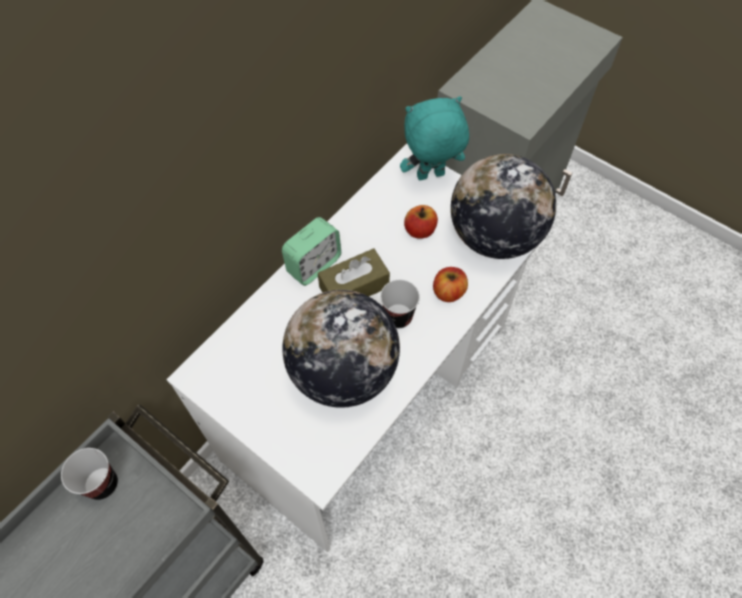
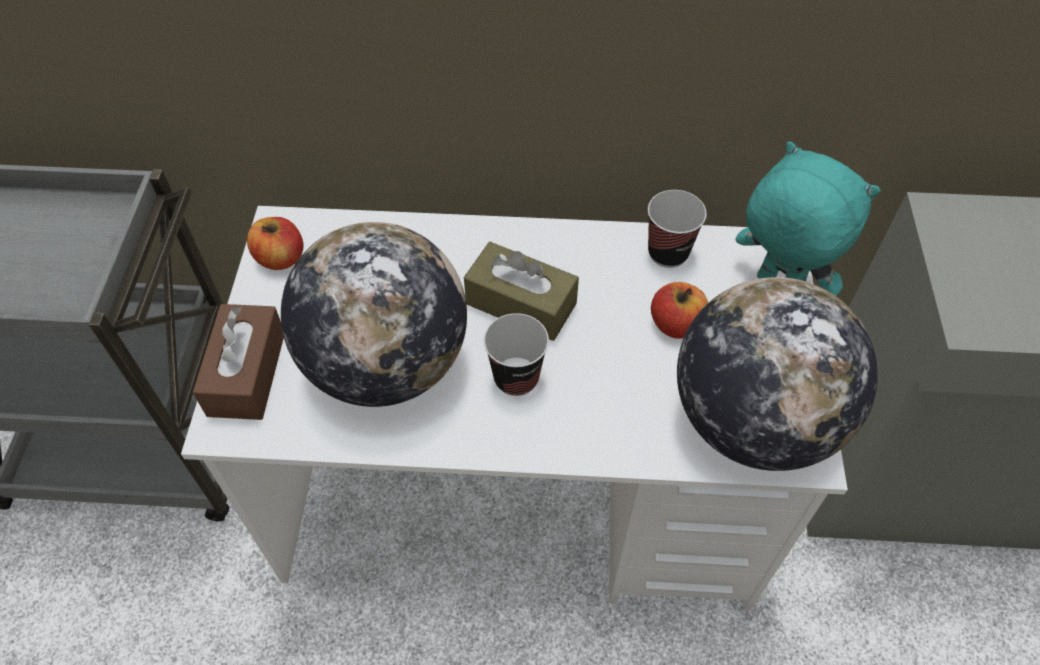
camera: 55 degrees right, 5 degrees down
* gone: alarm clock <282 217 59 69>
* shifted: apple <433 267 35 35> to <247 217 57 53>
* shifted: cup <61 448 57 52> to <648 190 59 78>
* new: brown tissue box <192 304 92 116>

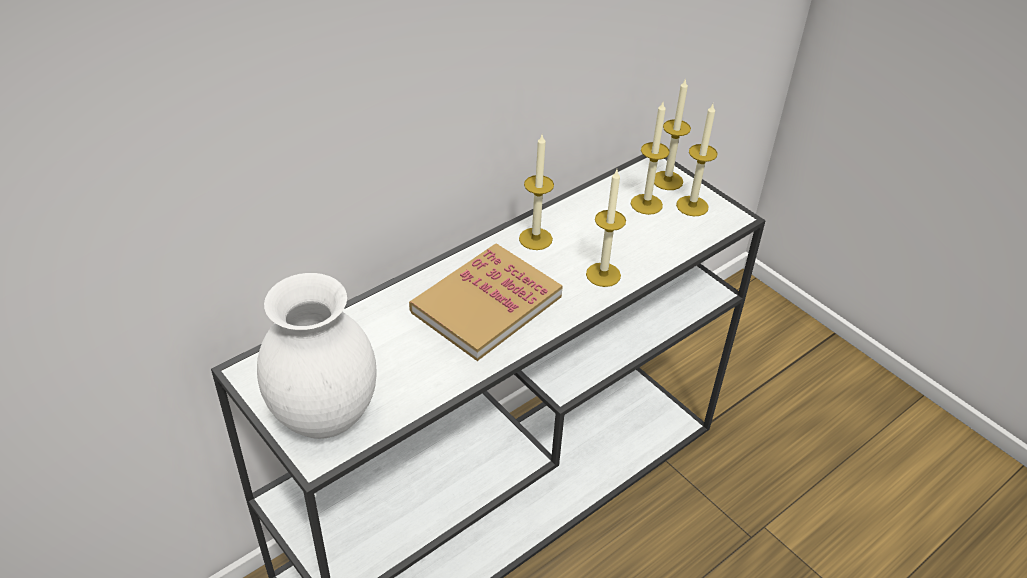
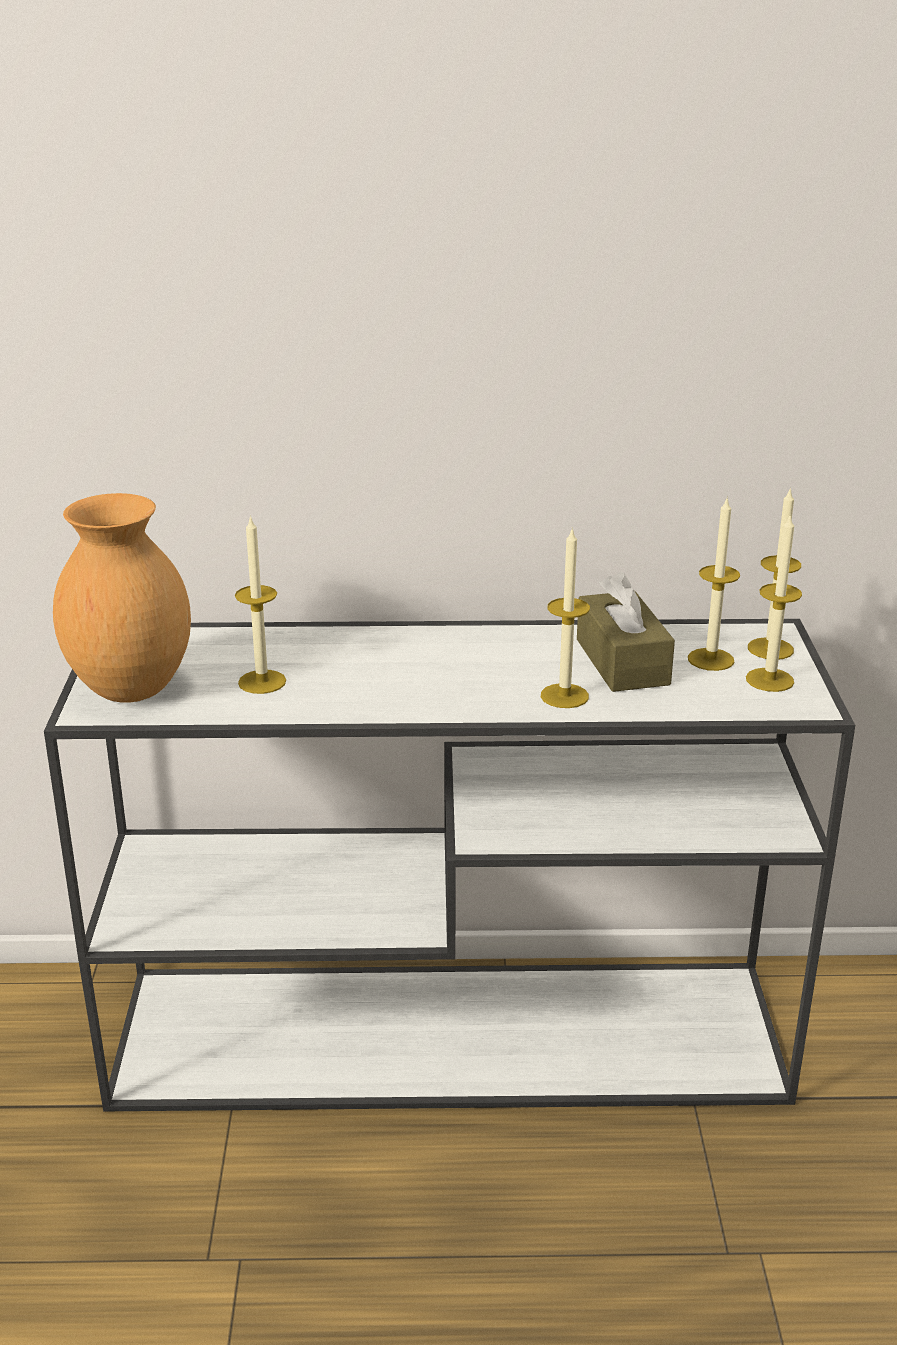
camera: 40 degrees right, 15 degrees down
* shifted: candle <519 135 35 115> to <235 515 51 179>
* gone: book <409 243 154 118>
* repainted: white vase <257 273 120 166> to brown vase <53 493 138 210>
* new: brown tissue box <577 572 98 120>

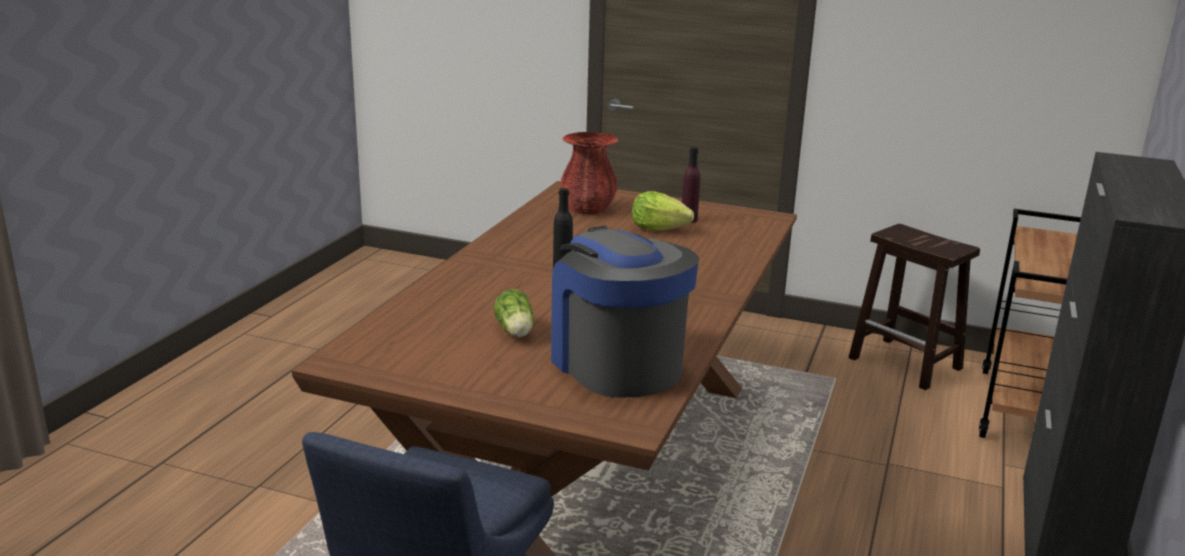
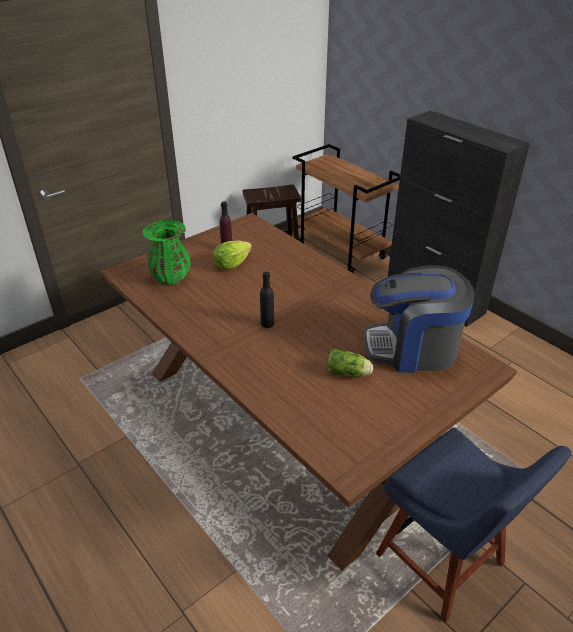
camera: 60 degrees left, 15 degrees up
* repainted: red vase <560 132 58 82> to green vase <143 220 47 65>

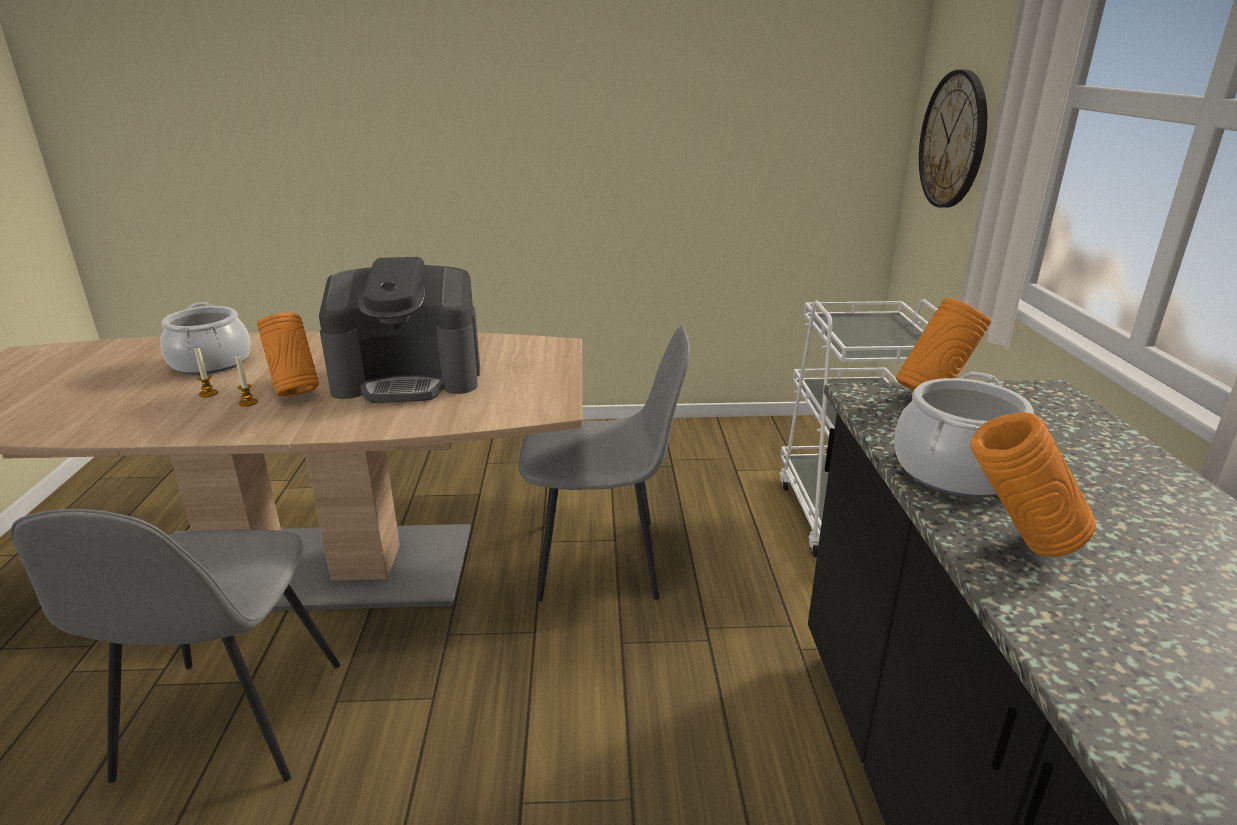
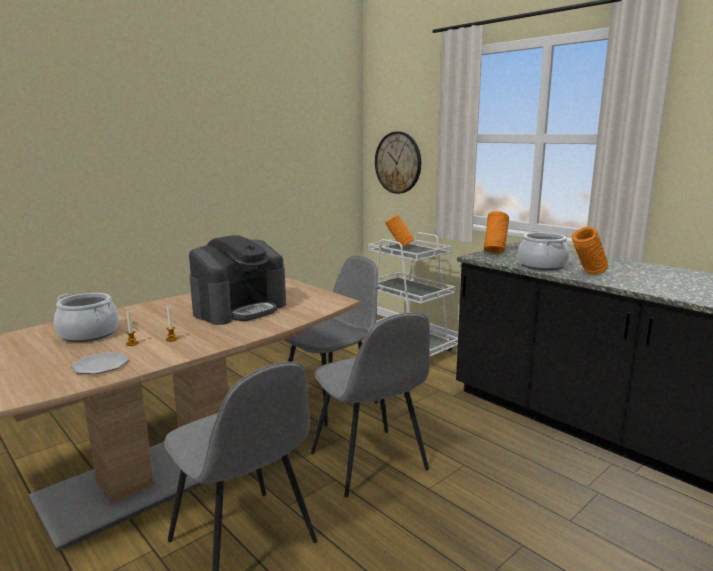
camera: 40 degrees left, 10 degrees down
* shifted: orange vase <257 312 62 84> to <385 215 29 32>
* new: grey chair <311 312 119 185>
* new: plate <71 352 58 22>

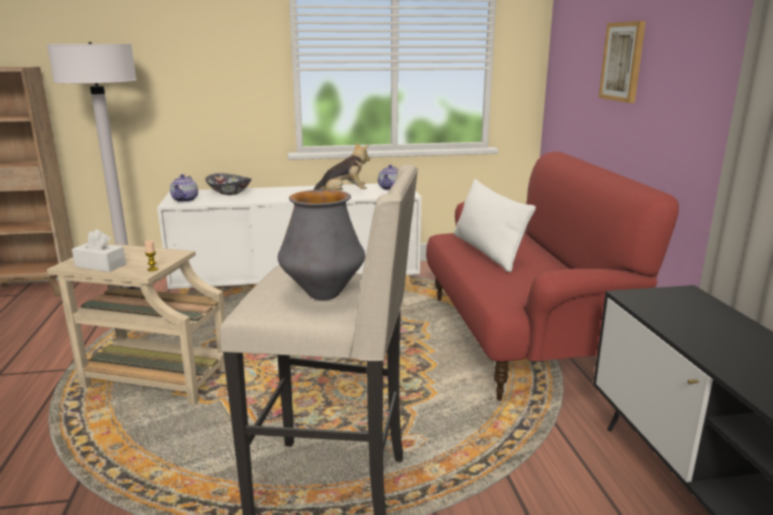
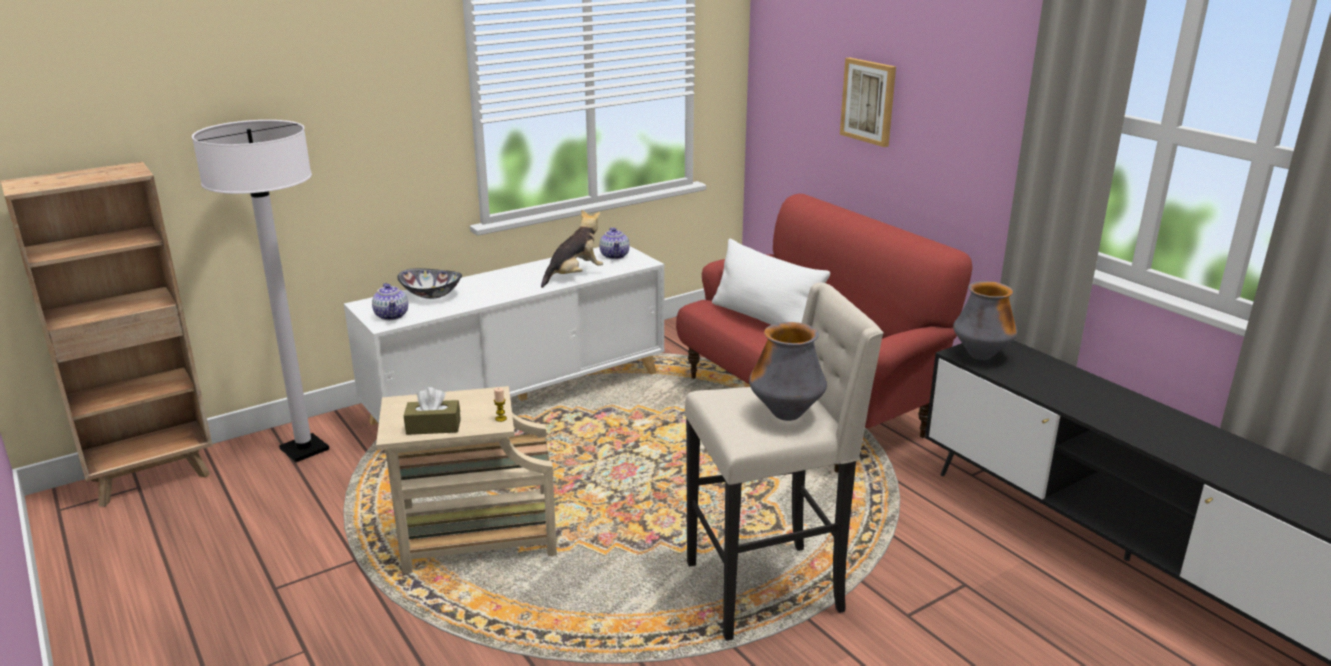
camera: 25 degrees left, 5 degrees up
* repainted: white tissue box <72 229 54 43> to brown tissue box <404 387 57 48>
* new: vase <953 281 65 79>

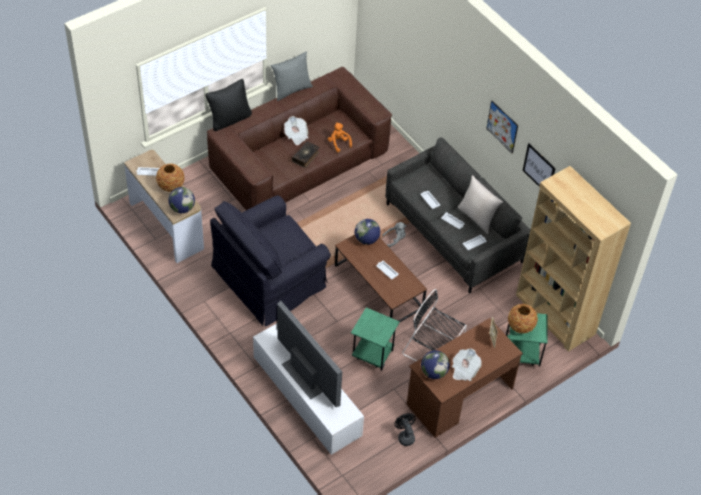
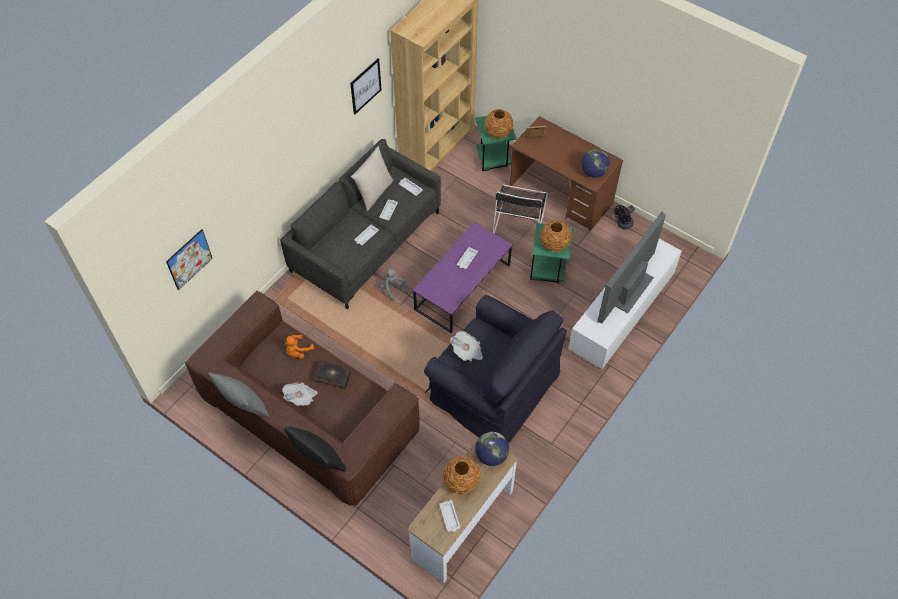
camera: 105 degrees left, 5 degrees up
* shifted: picture <486 101 32 53> to <166 229 47 61>
* gone: globe <355 219 25 26>
* repainted: brown coffee table <335 235 92 87> to purple coffee table <413 222 100 111>
* shifted: newspaper <452 348 30 33> to <451 331 32 30>
* new: vase <540 220 31 32>

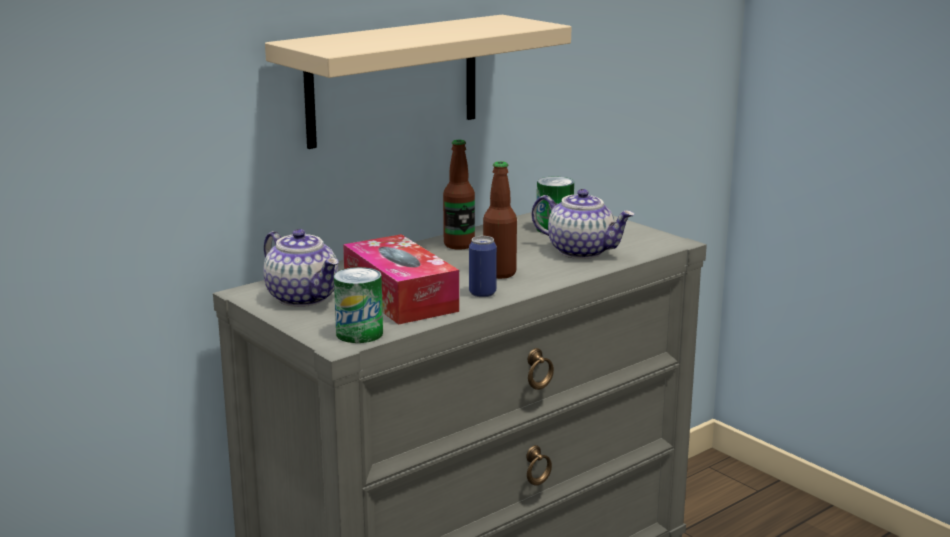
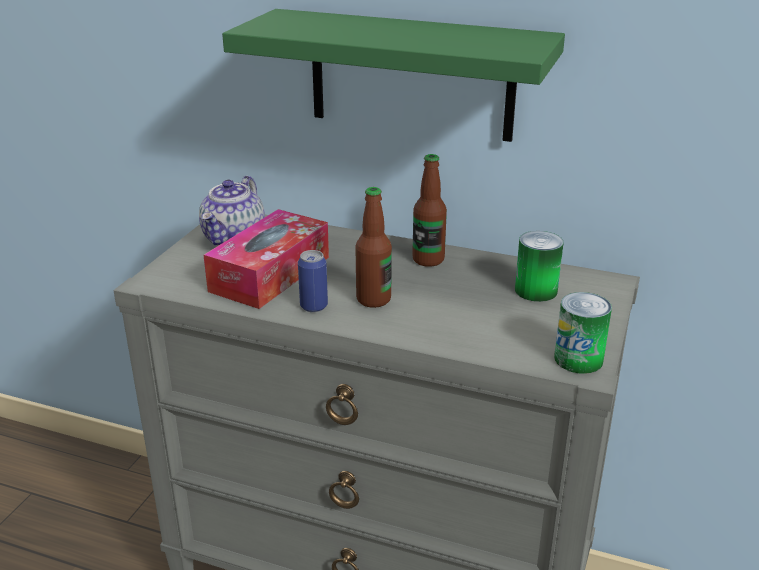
camera: 60 degrees right, 10 degrees up
* repainted: beige shelf <265 15 306 134> to green shelf <222 9 343 133>
* gone: teapot <531 189 104 70>
* shifted: can <334 267 49 76> to <554 292 58 82>

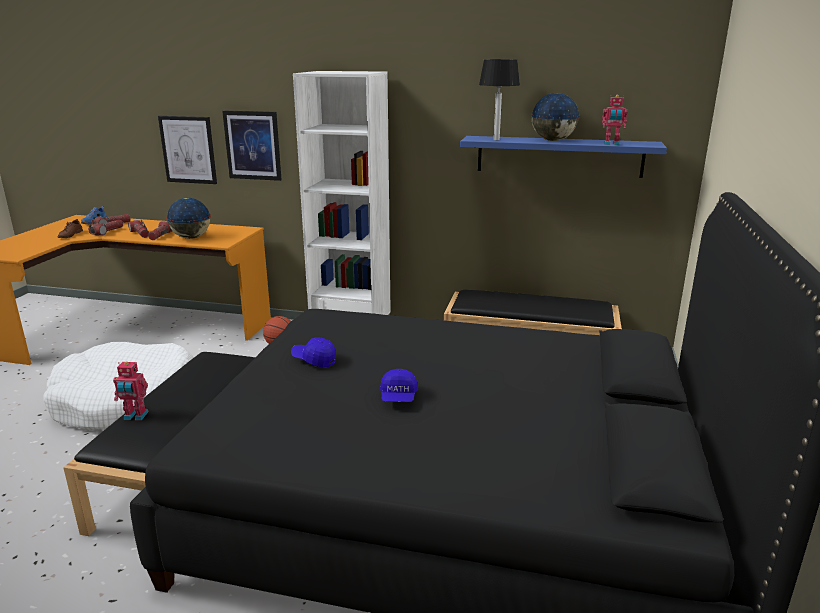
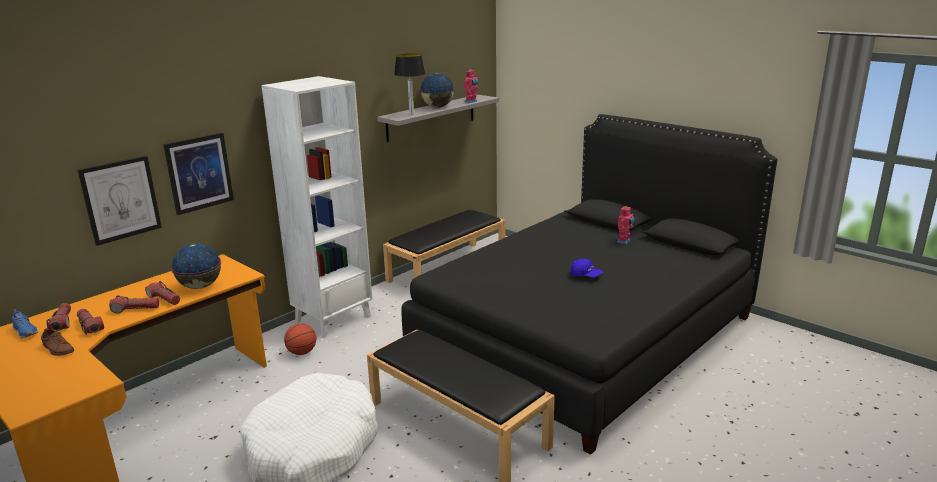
camera: 60 degrees left, 0 degrees up
* repainted: blue shelf <460 136 207 42> to grey shelf <377 95 122 47>
* gone: blue cap <291 337 45 30>
* shifted: toy robot <113 361 36 59> to <617 205 17 39>

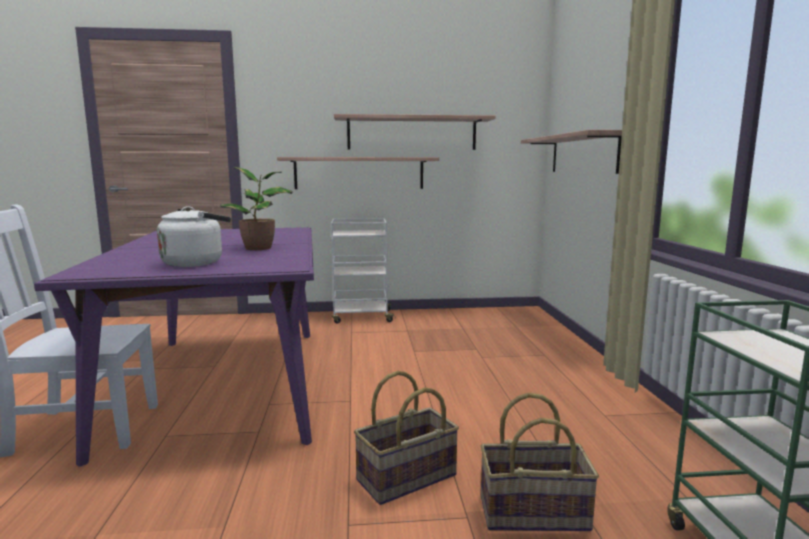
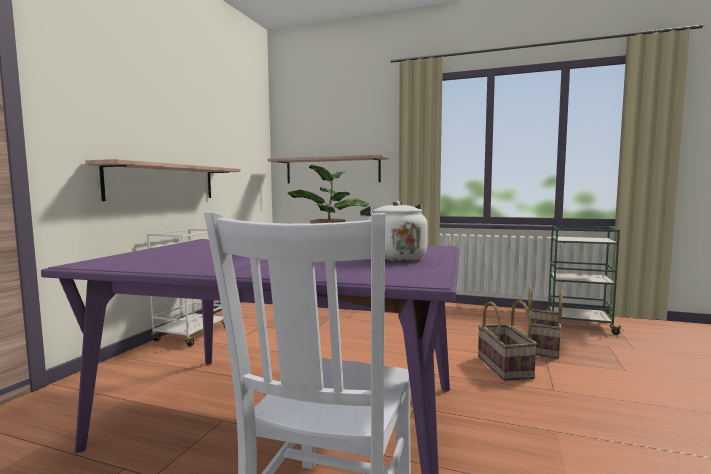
camera: 65 degrees left, 5 degrees down
* gone: shelf <334 114 162 36>

